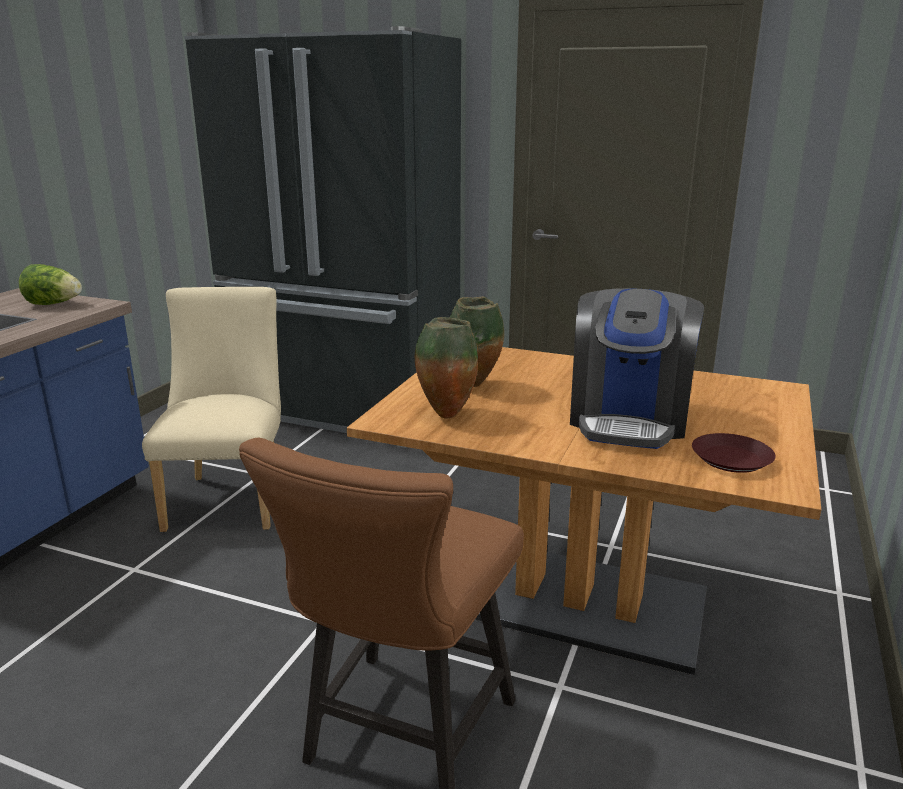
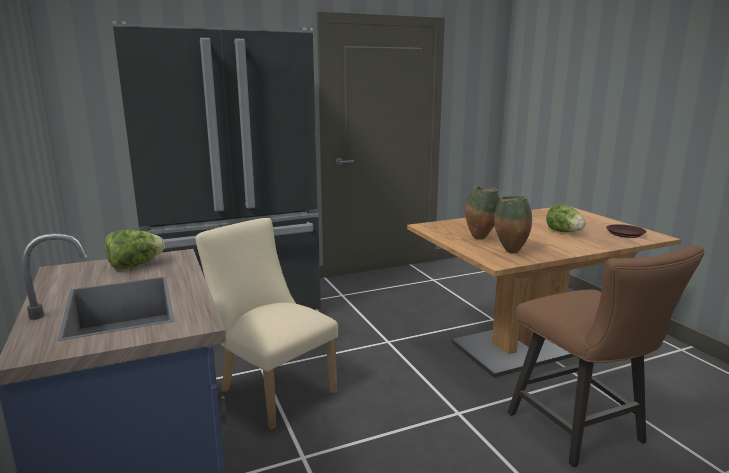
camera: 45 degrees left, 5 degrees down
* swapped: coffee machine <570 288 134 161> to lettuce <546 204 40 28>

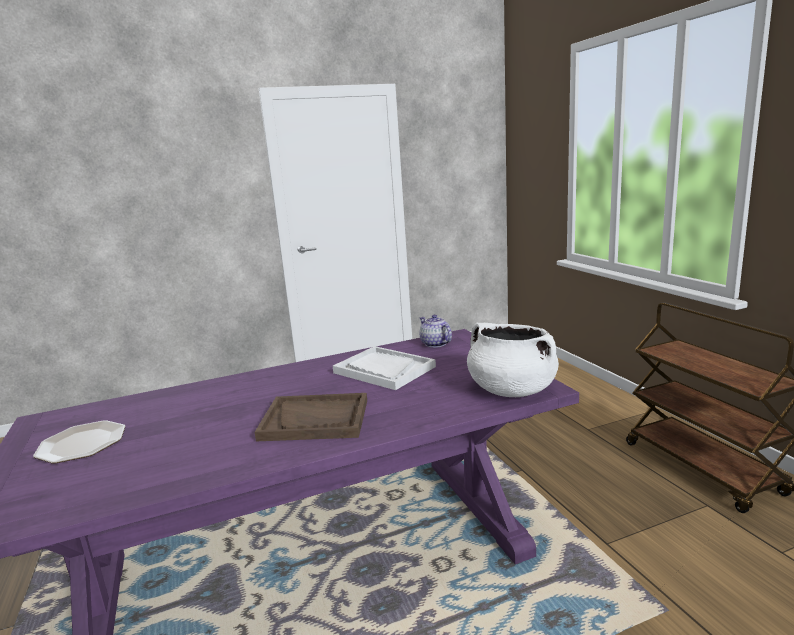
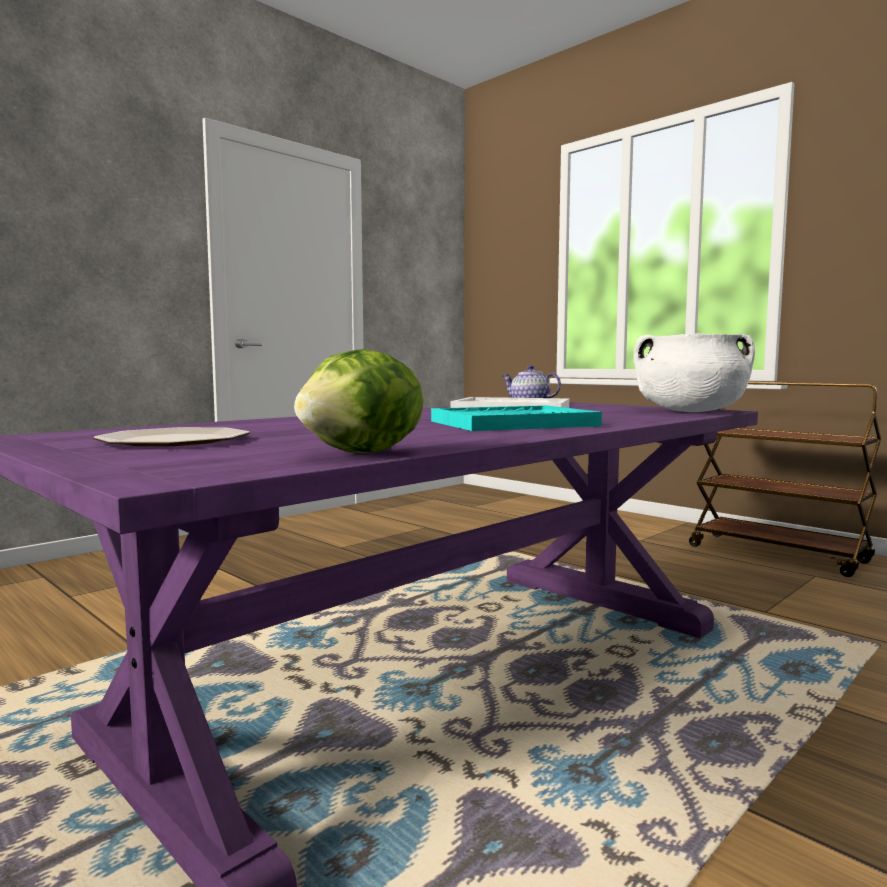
camera: 25 degrees left, 10 degrees down
* repainted: brown tray <255 393 112 48> to turquoise tray <431 405 171 26>
* new: lettuce <294 349 129 104>

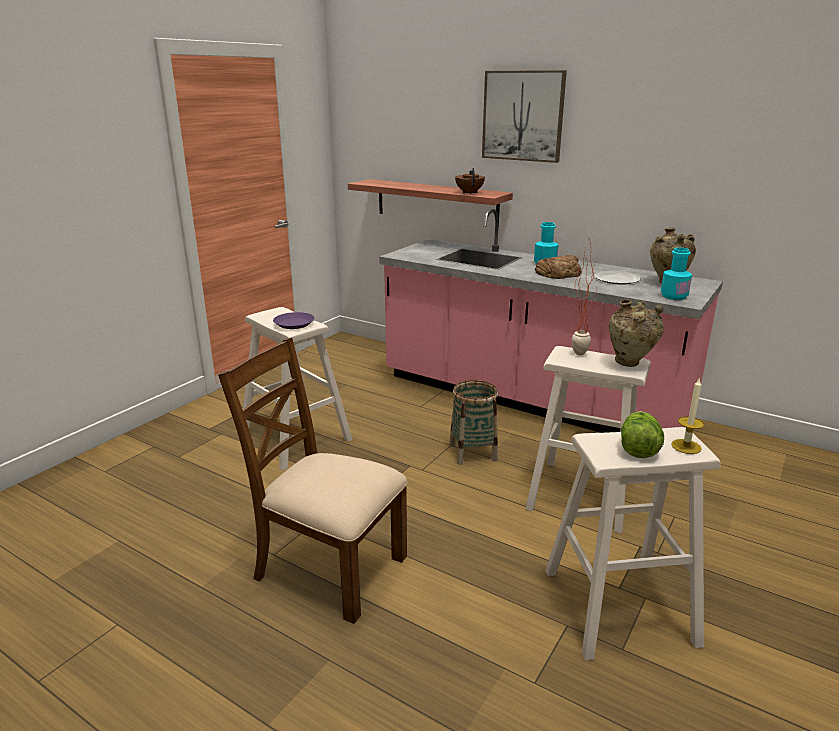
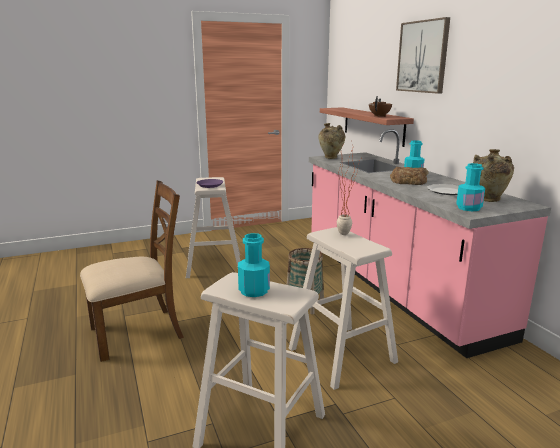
camera: 35 degrees right, 5 degrees down
* shifted: beige vase <609 300 55 67> to <318 123 27 36>
* rotated: brown chair <218 337 190 287> = <80 180 104 182> 90 degrees clockwise
* gone: candle <671 377 33 77>
* swapped: lettuce <621 411 43 47> to turquoise bottle <238 233 32 64>

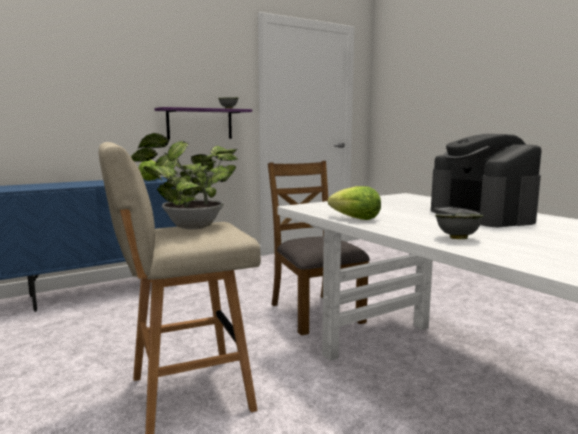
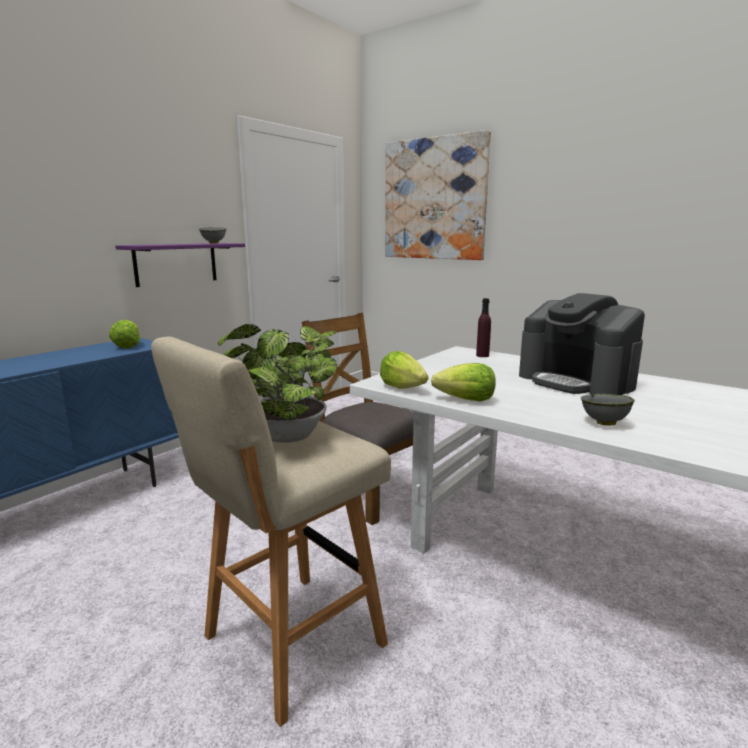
camera: 20 degrees left, 5 degrees up
* new: picture <385 130 106 130>
* new: purple bottle <476 298 15 59>
* new: lettuce <380 351 48 38>

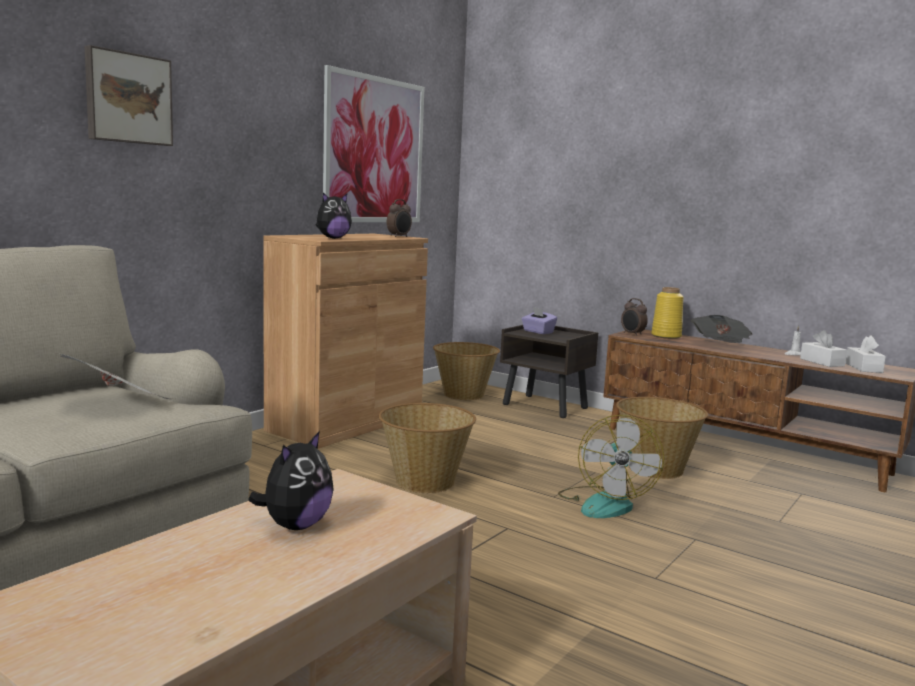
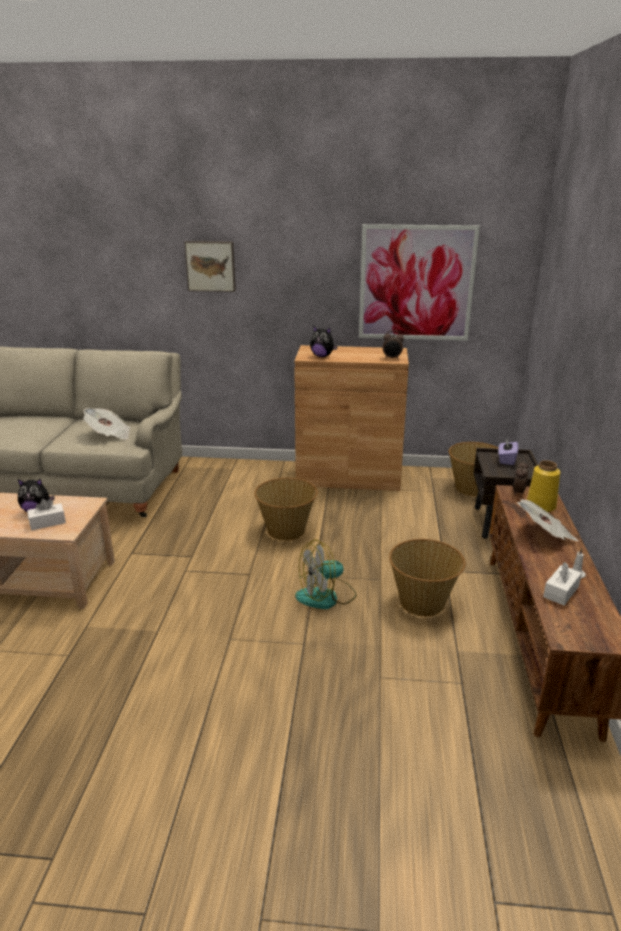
camera: 60 degrees right, 15 degrees up
* shifted: white tissue box <845 335 41 38> to <27 499 39 31>

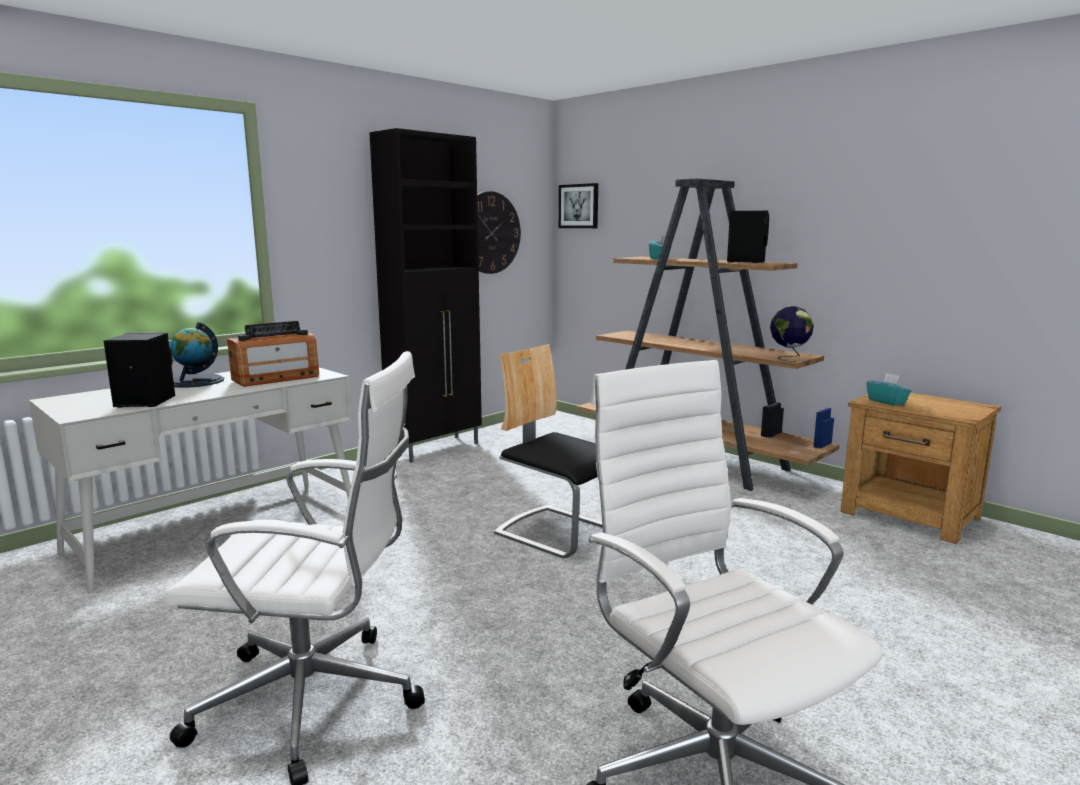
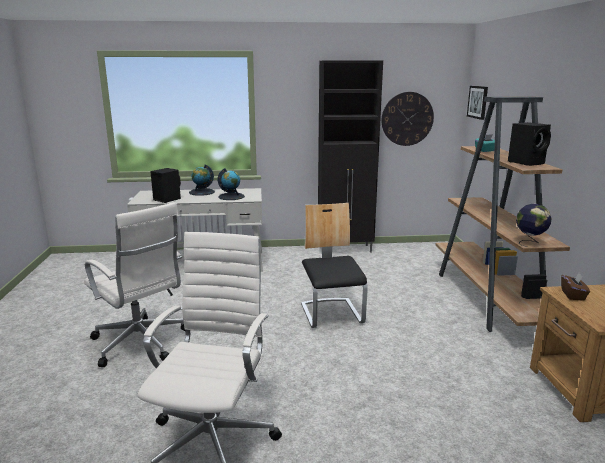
camera: 40 degrees right, 5 degrees up
* swapped: radio <227 321 92 66> to globe <218 168 27 32>
* repainted: turquoise tissue box <866 373 45 33> to brown tissue box <561 273 29 28>

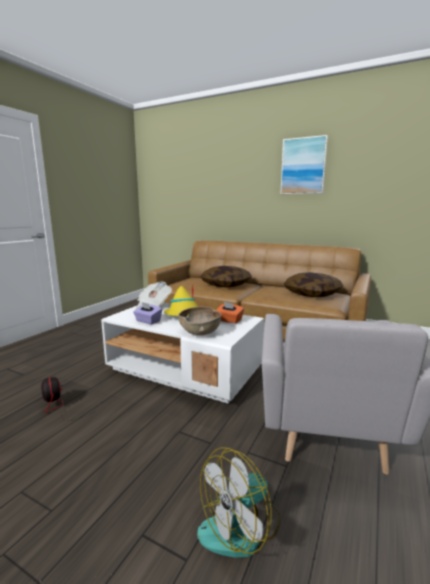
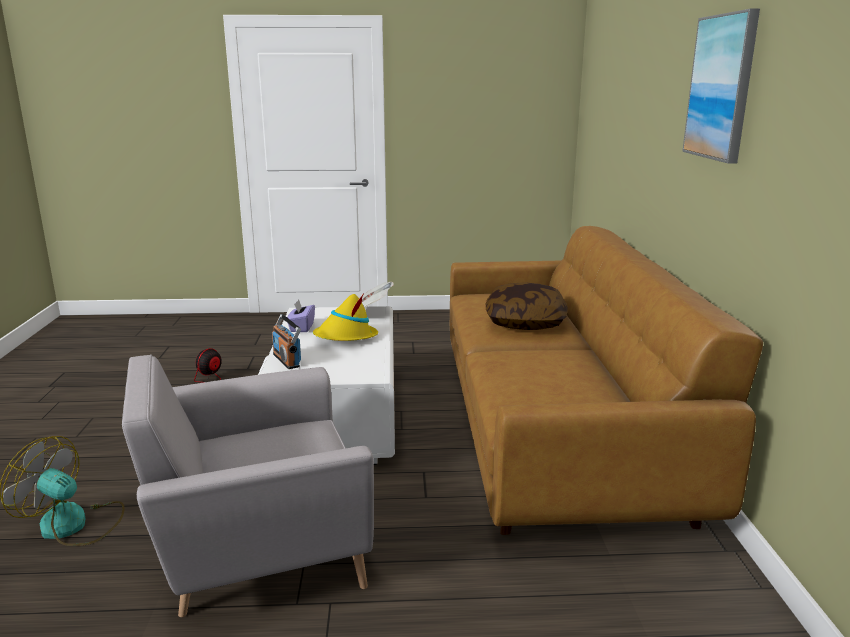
camera: 60 degrees right, 5 degrees up
* gone: pillow <284 272 59 25>
* gone: orange tissue box <215 301 29 23>
* swapped: brown bowl <178 307 43 29> to radio <272 314 29 55>

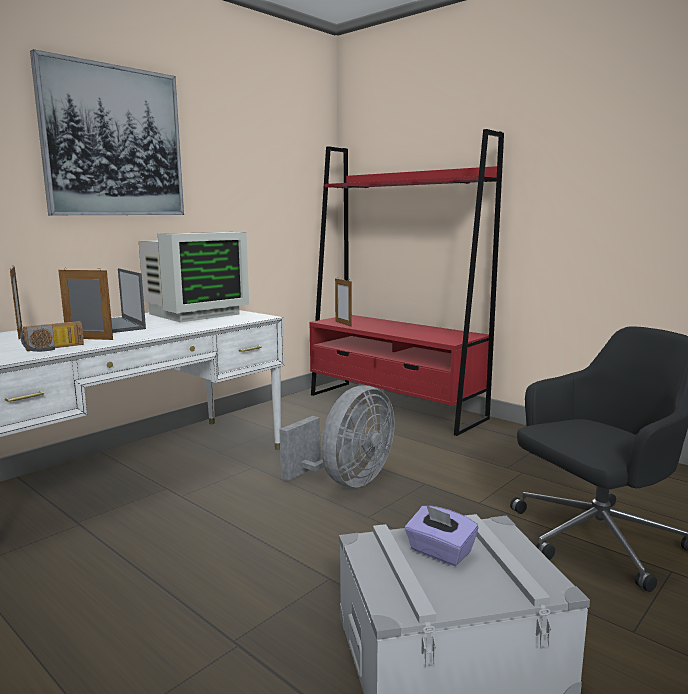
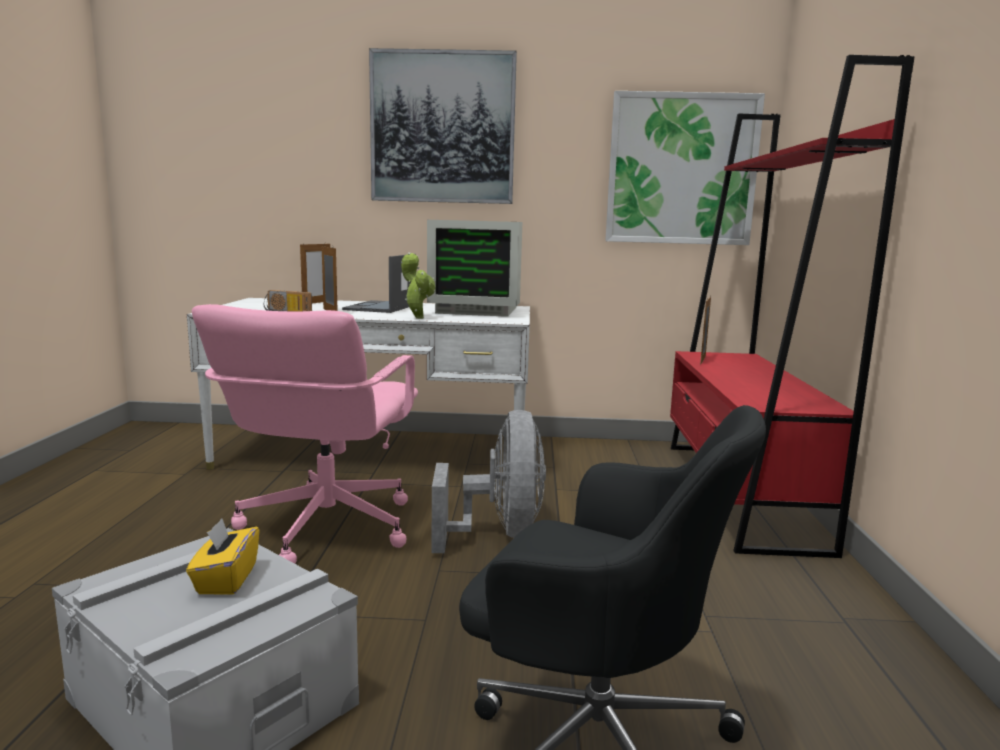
camera: 50 degrees right, 0 degrees up
* rotated: grey fan <280 385 115 103> = <432 410 114 143> 90 degrees counterclockwise
* repainted: purple tissue box <405 505 73 61> to yellow tissue box <186 518 74 77>
* new: picture <605 91 160 154>
* new: potted plant <401 252 35 67>
* new: pink office chair <192 304 226 260>

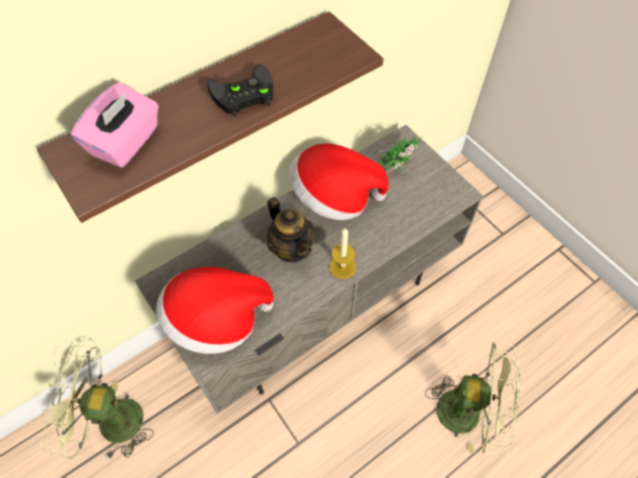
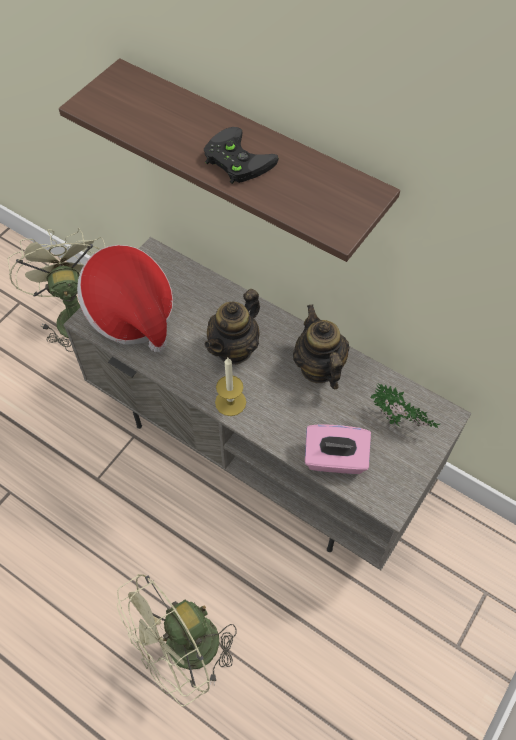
camera: 70 degrees right, 0 degrees up
* shifted: pink tissue box <71 82 88 86> to <305 424 66 50>
* swapped: hat <289 143 99 77> to teapot <293 305 57 84>
* rotated: green fan <425 341 95 115> = <117 574 120 132> 60 degrees clockwise

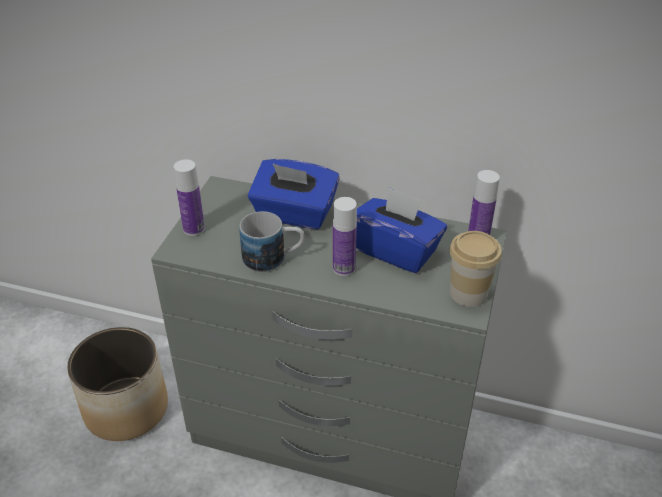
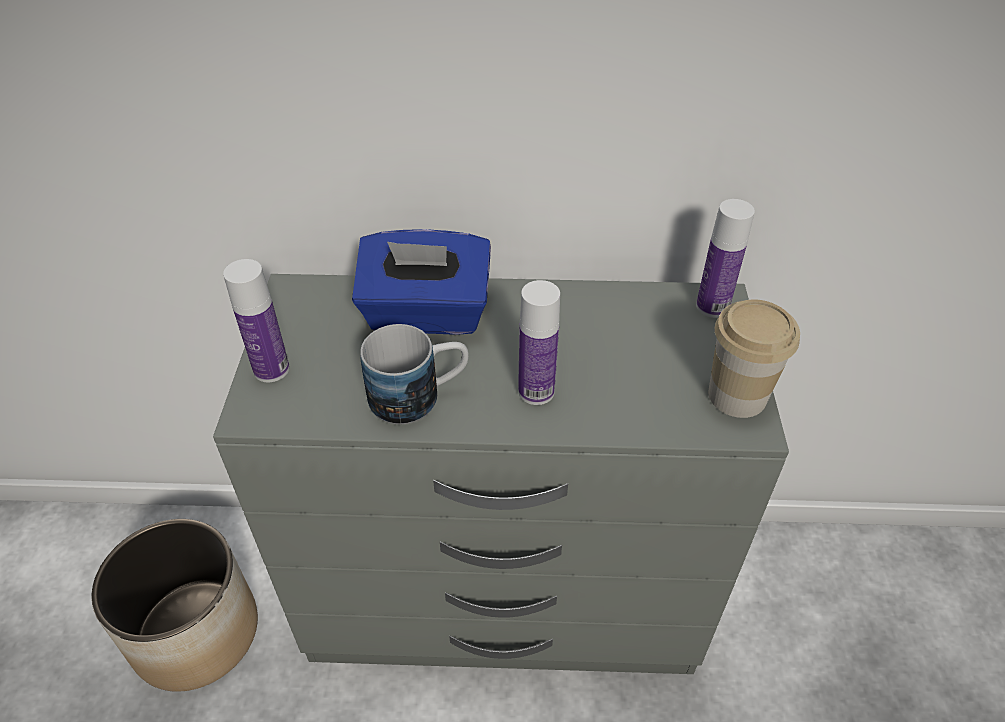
camera: 15 degrees left, 5 degrees up
* gone: blue tissue box <356 187 91 86>

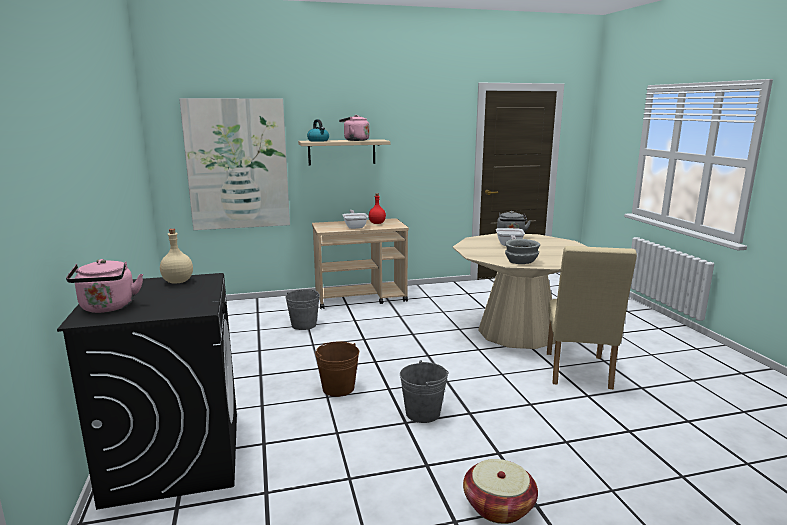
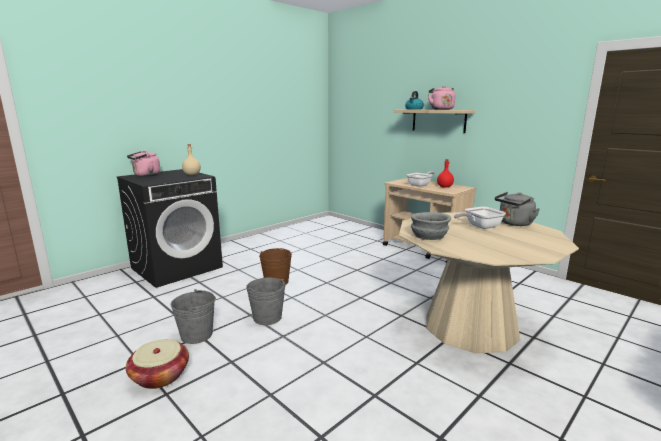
camera: 60 degrees right, 0 degrees up
* gone: picture <179 98 111 132>
* gone: beige chair <547 246 90 143>
* shifted: grey bucket <285 289 35 41> to <171 289 45 55>

